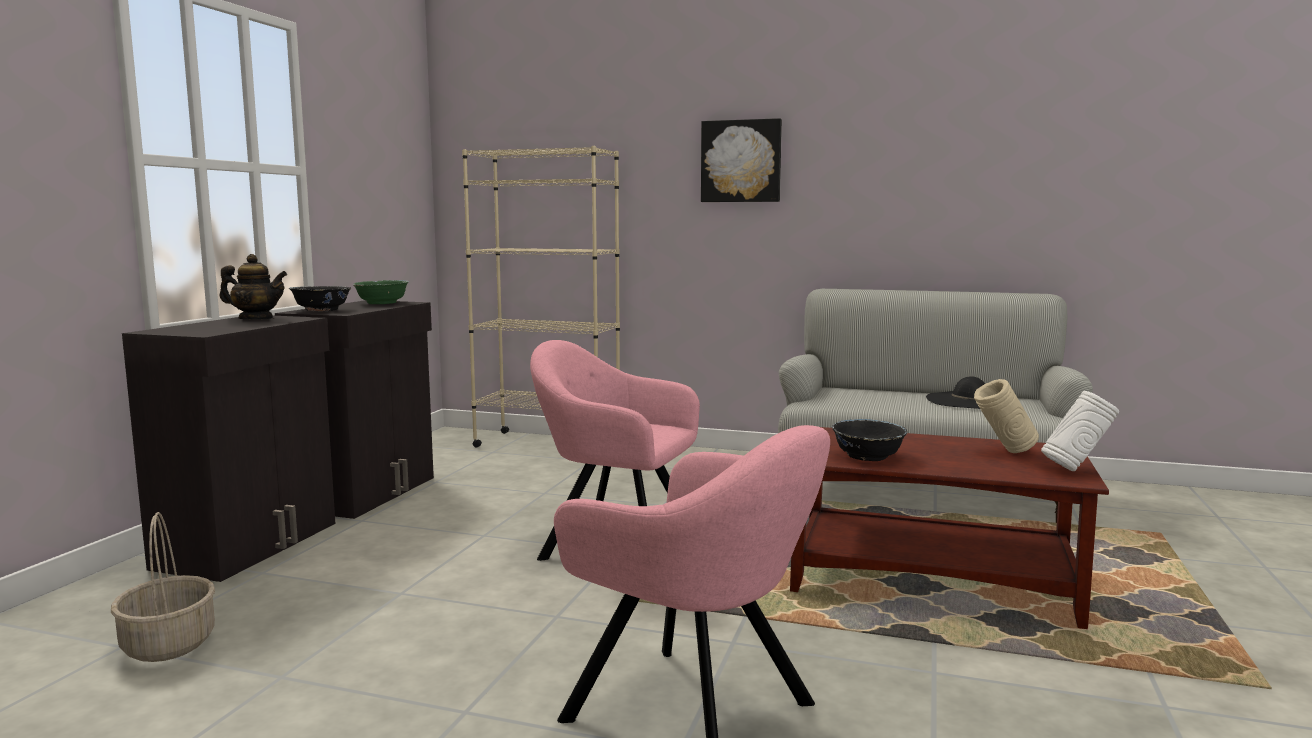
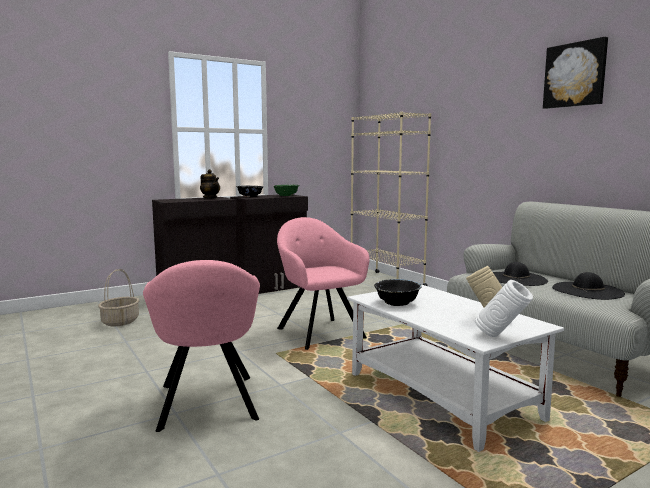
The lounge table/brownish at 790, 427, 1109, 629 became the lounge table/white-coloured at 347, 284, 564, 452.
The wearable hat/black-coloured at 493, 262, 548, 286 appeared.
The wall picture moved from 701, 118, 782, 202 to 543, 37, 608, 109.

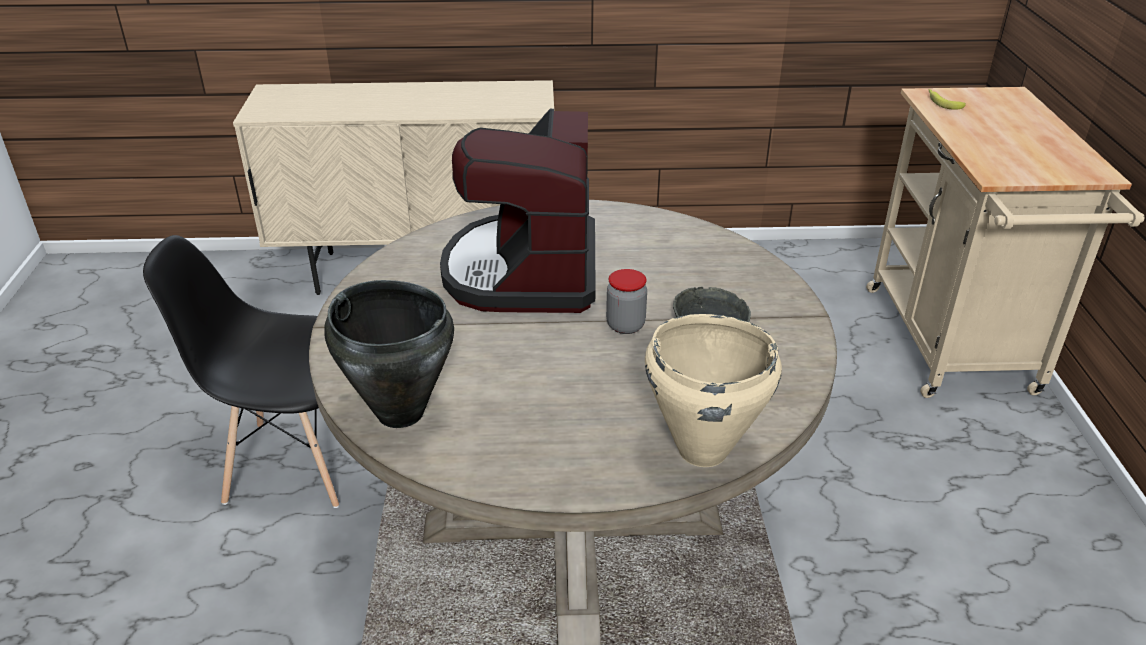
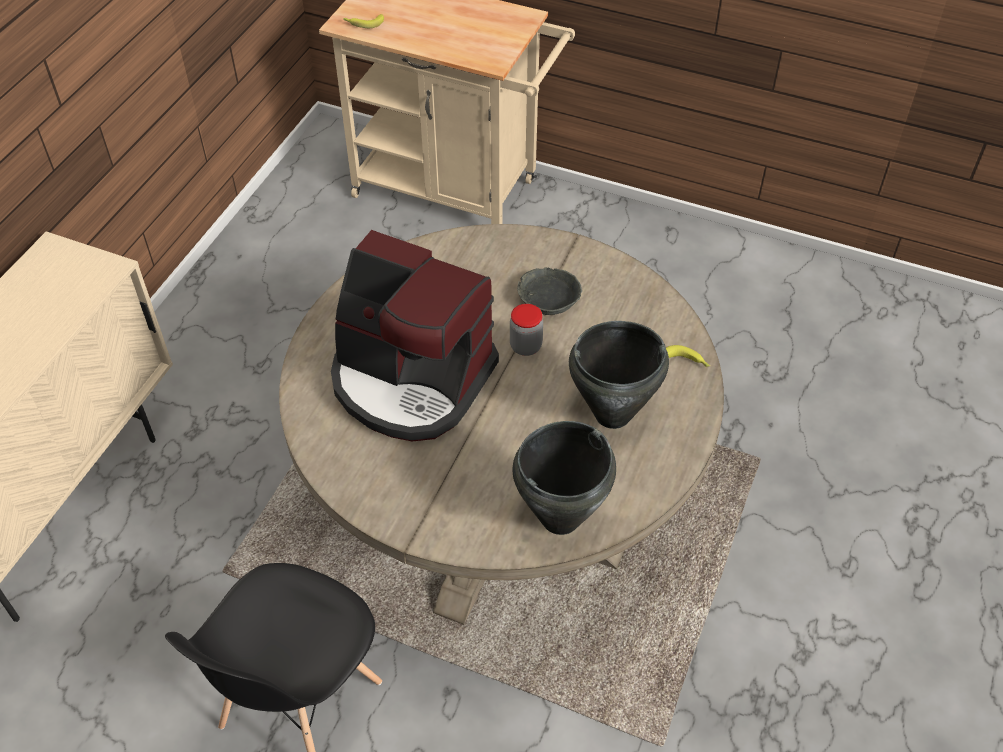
The stockpot/black-coloured at 569, 321, 669, 429 appeared.
The stockpot/beige-coloured at 645, 314, 782, 467 was replaced by the banana fruit at 666, 345, 710, 367.

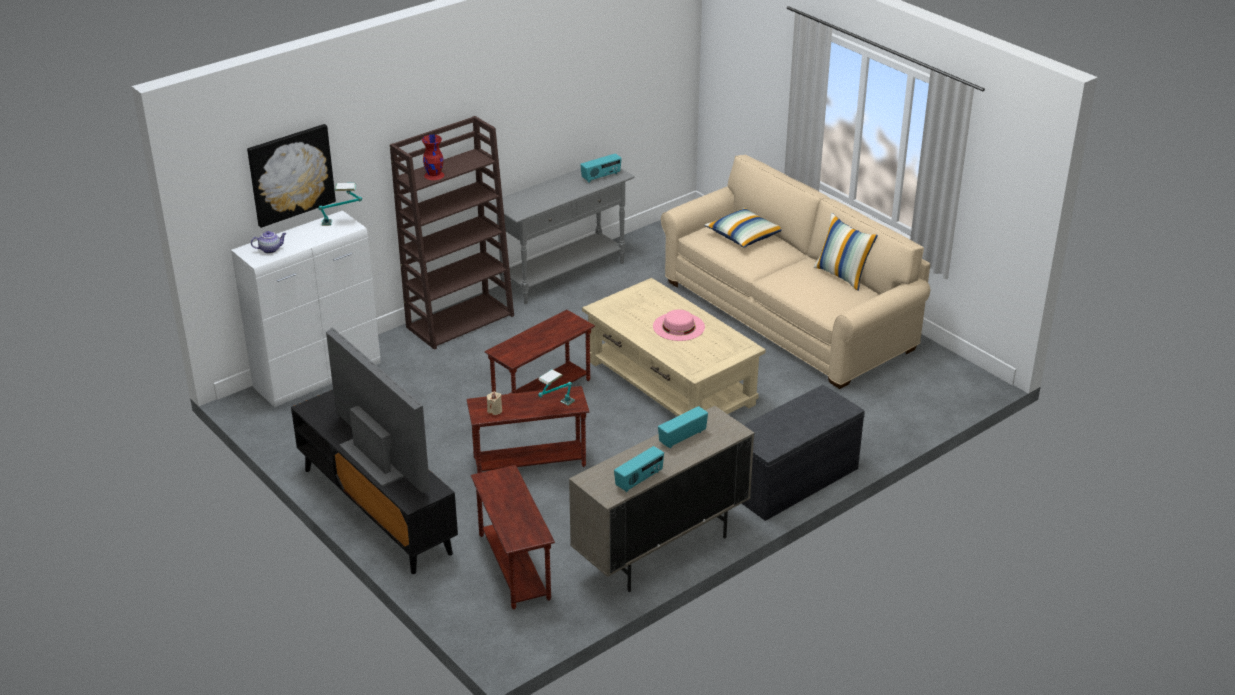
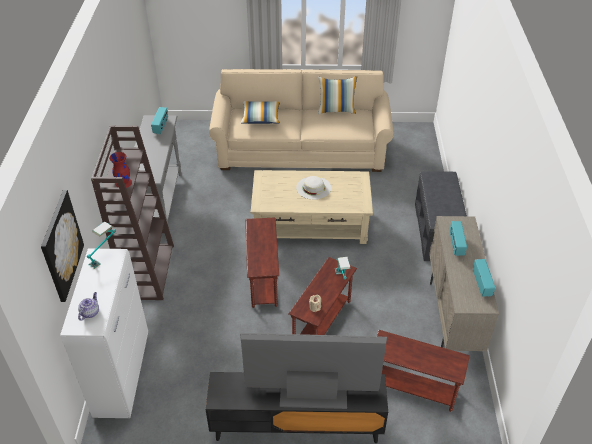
The wearable hat/pink at 653, 310, 705, 341 became the wearable hat/white-coloured at 296, 176, 332, 200.

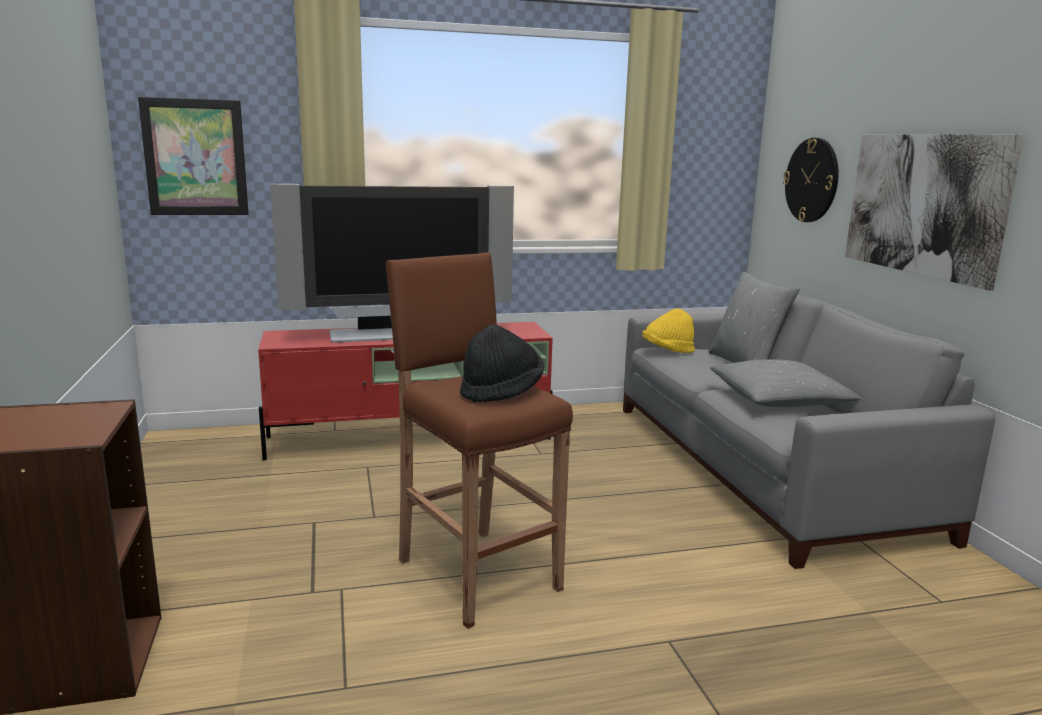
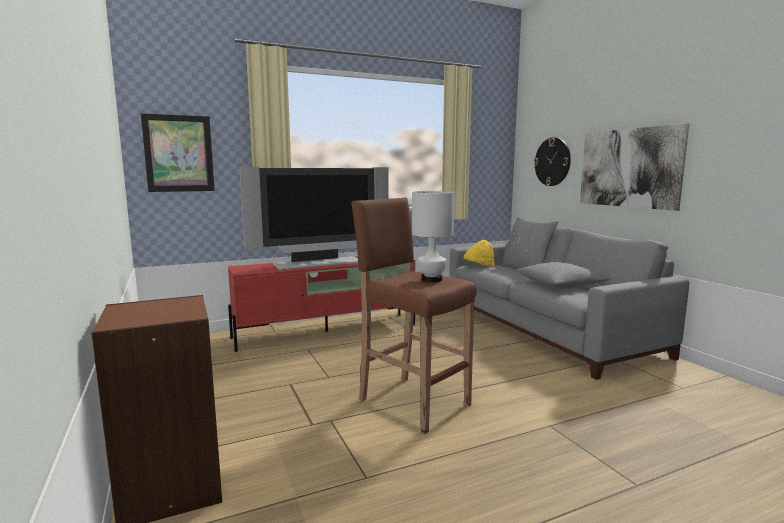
The wearable hat/black-coloured at 460, 324, 544, 403 was replaced by the table lamp/white-coloured at 412, 191, 455, 282.

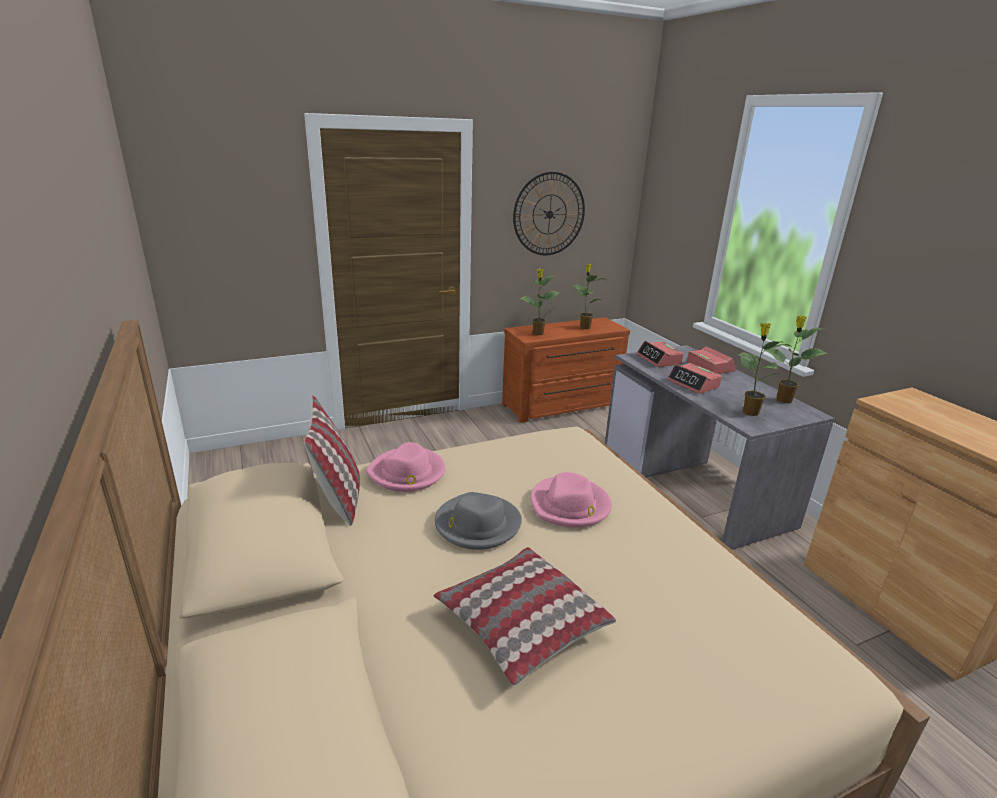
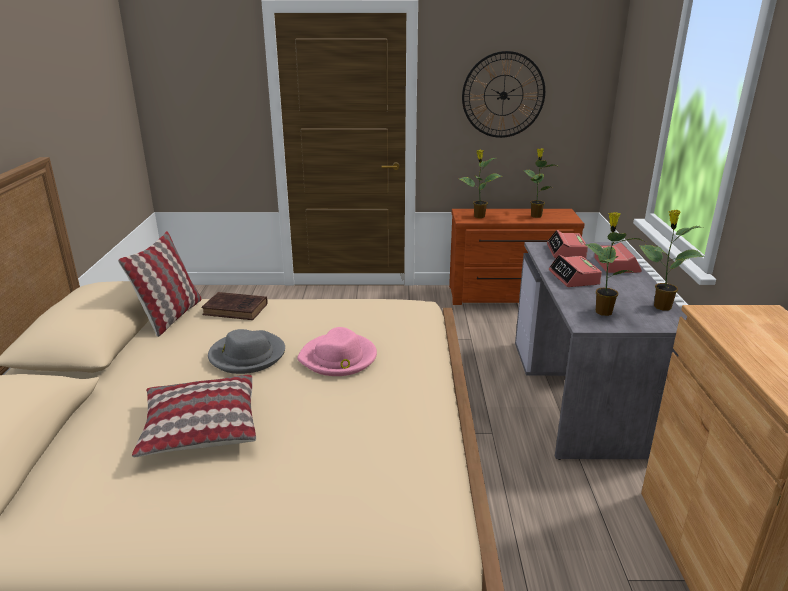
The wearable hat/pink at 366, 442, 445, 492 was replaced by the book/brownish at 201, 292, 268, 320.

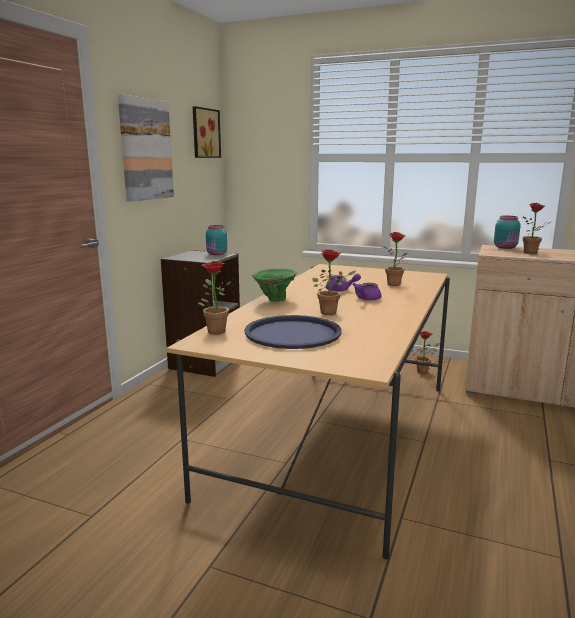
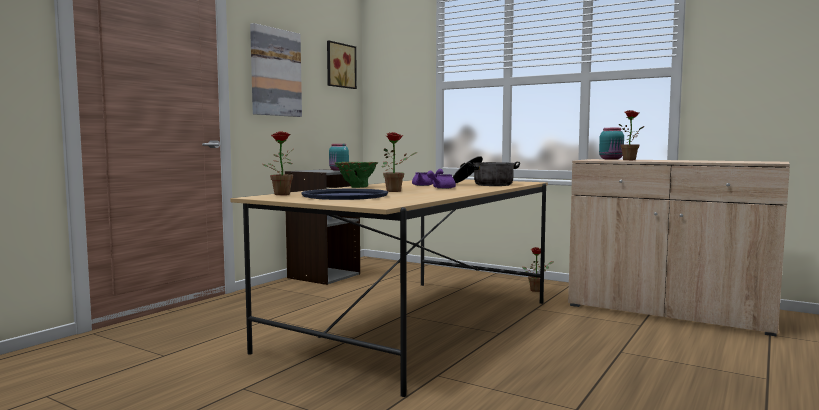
The plant in a pot at 385, 232, 407, 286 was replaced by the stockpot at 453, 156, 520, 186.

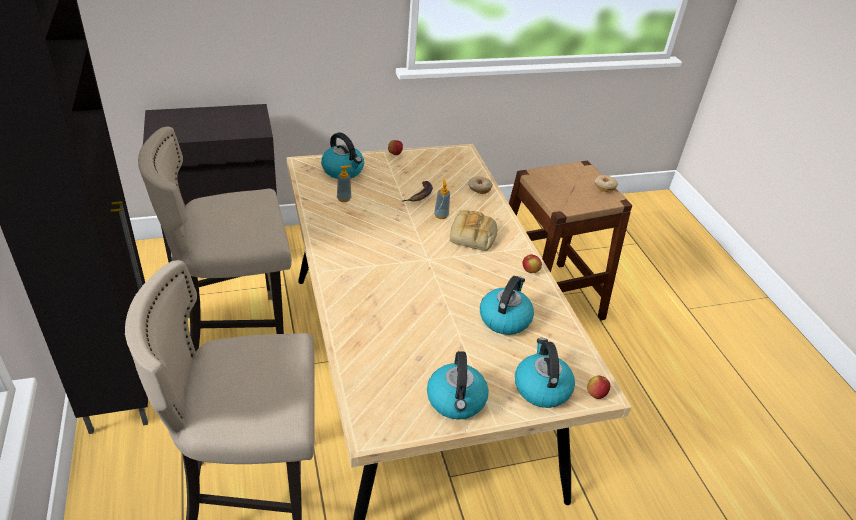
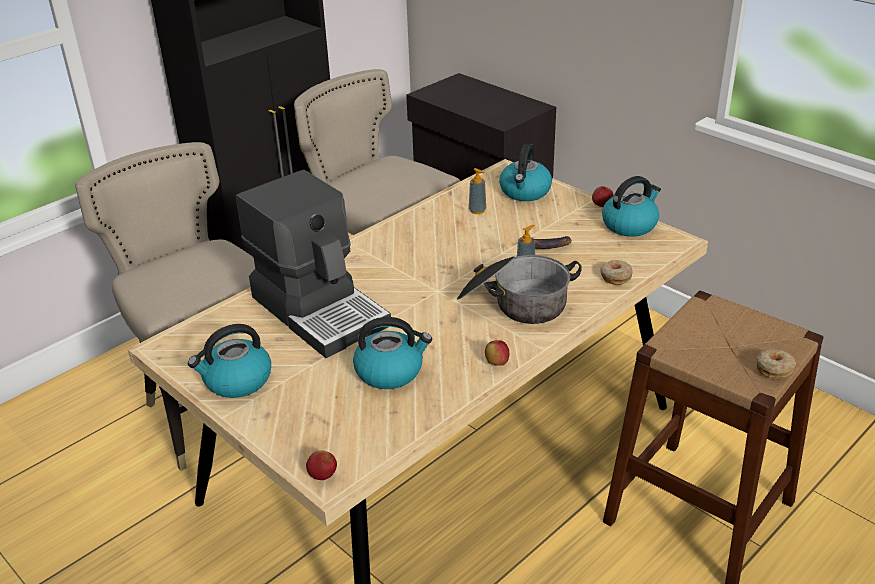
The coffee machine at 236, 170, 391, 358 appeared.
The bakery bread at 450, 210, 497, 251 was replaced by the stockpot at 457, 255, 582, 324.
The tea kettle moved from 515, 338, 575, 408 to 602, 176, 661, 237.

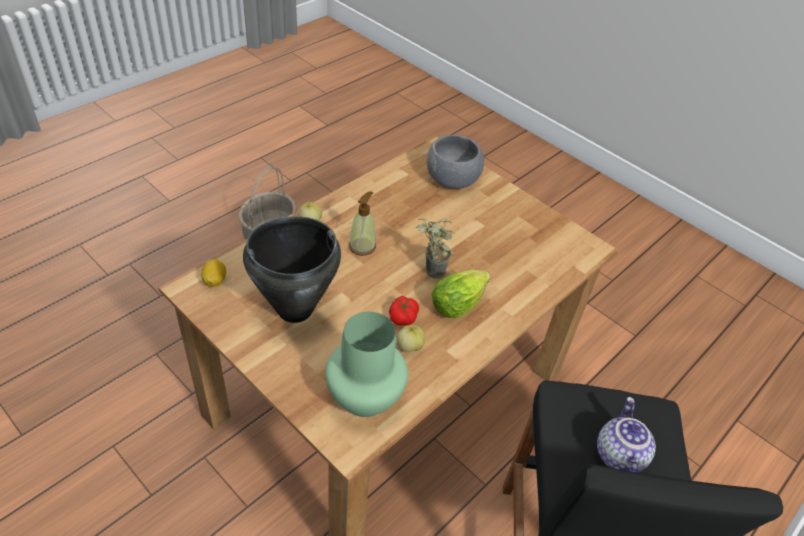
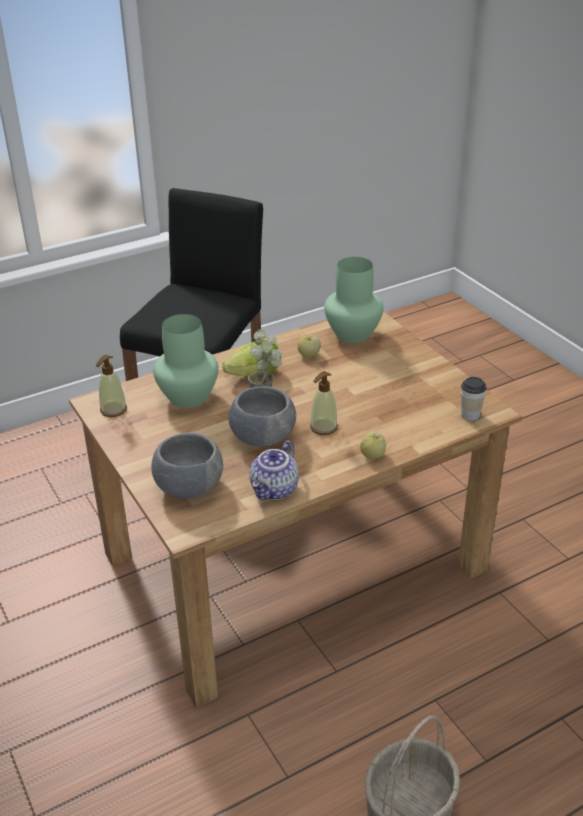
The soap dispenser at 96, 355, 127, 417 appeared.
The decorative vase/greenish at 153, 314, 219, 408 appeared.
The bowl/grey at 228, 386, 296, 446 appeared.
The teapot moved from 597, 397, 656, 472 to 250, 440, 299, 500.
The lemon at 201, 259, 226, 287 was replaced by the cup at 461, 377, 487, 421.
The stockpot/black-coloured at 243, 216, 341, 323 disappeared.
The fresh tomato at 389, 296, 419, 326 disappeared.

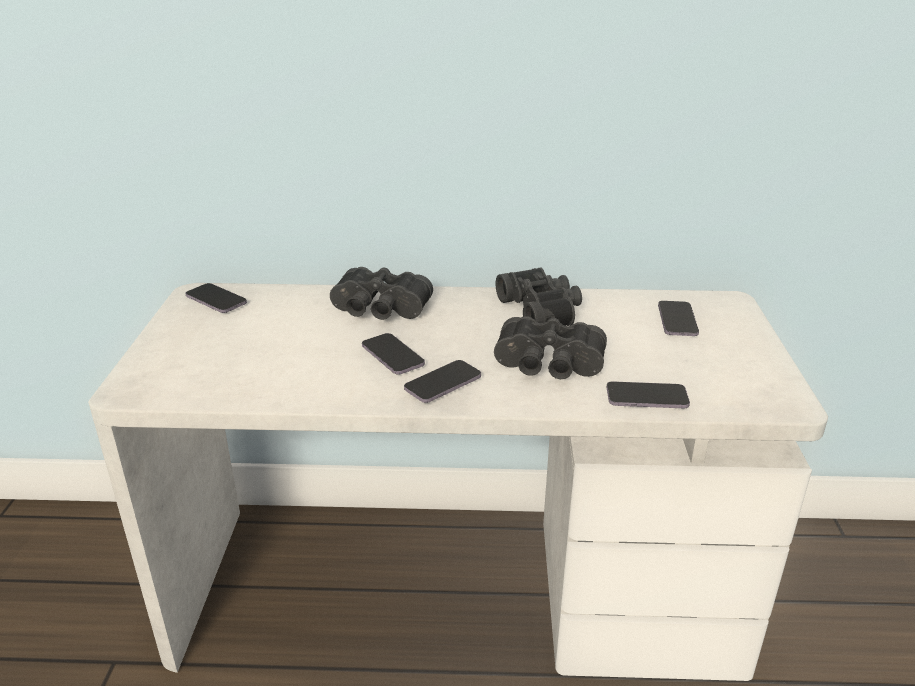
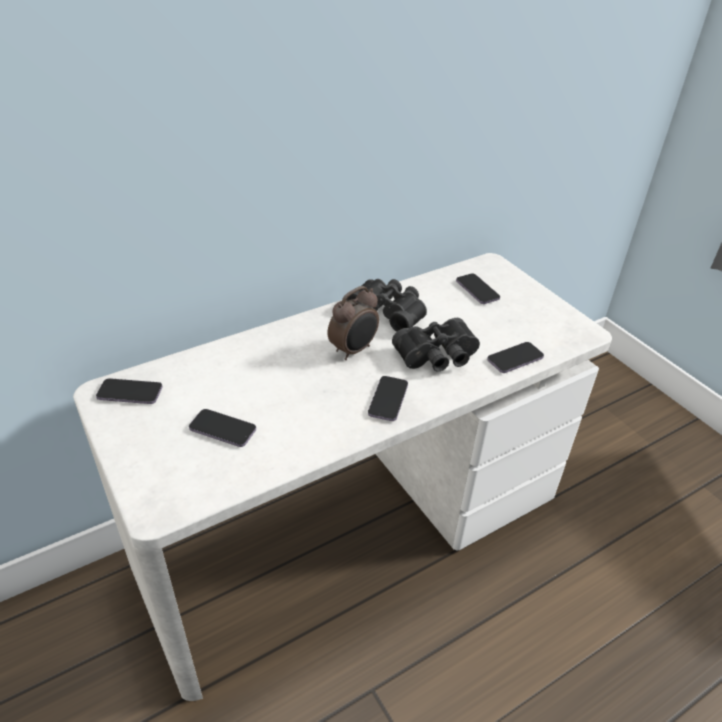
The handset moved from 362, 333, 425, 375 to 189, 409, 256, 447.
The table clock at 328, 286, 379, 360 appeared.
The field glasses/black-coloured at 330, 267, 433, 320 disappeared.

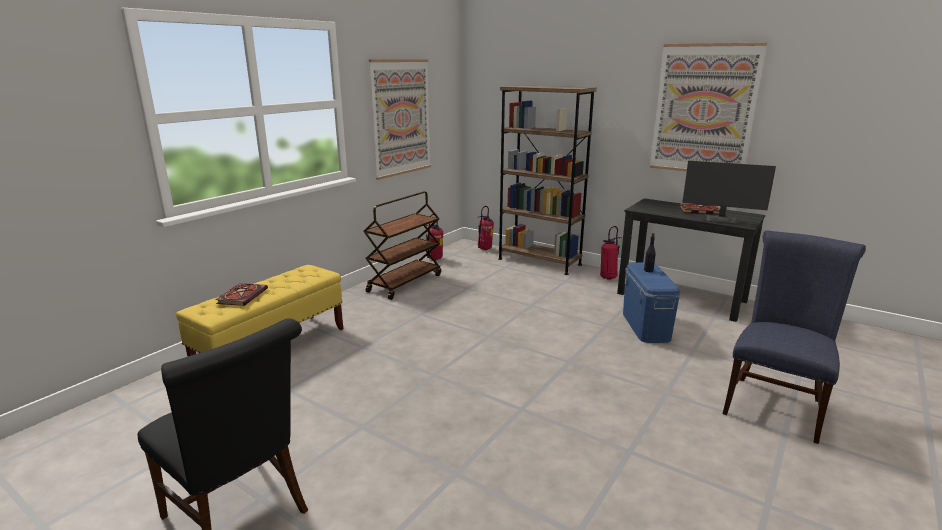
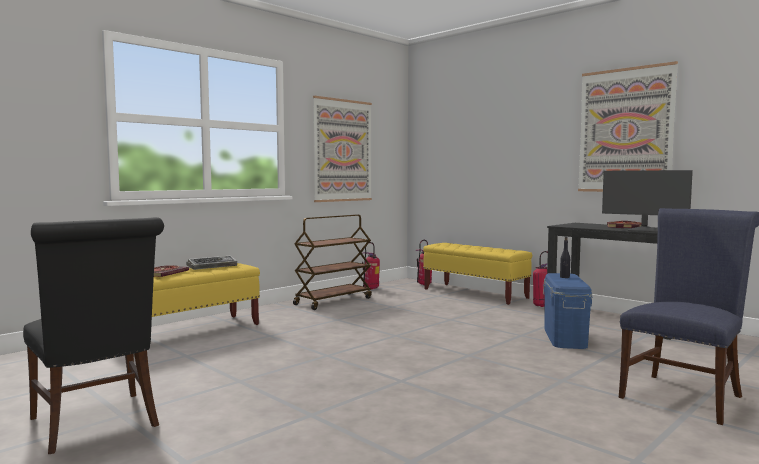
The computer keyboard at 186, 255, 237, 270 appeared.
The bookcase/brownish at 498, 85, 597, 275 was replaced by the long seat/yellow-coloured at 423, 243, 532, 305.

